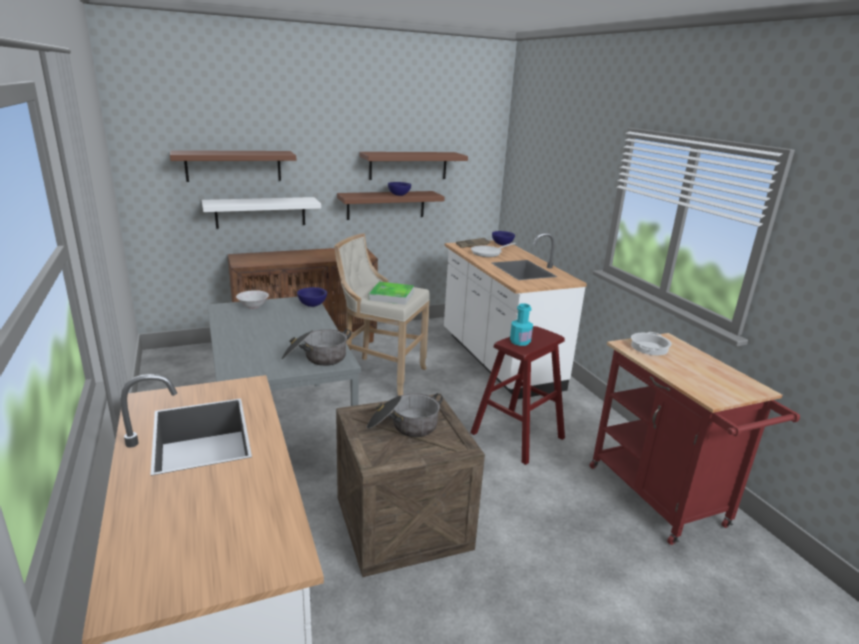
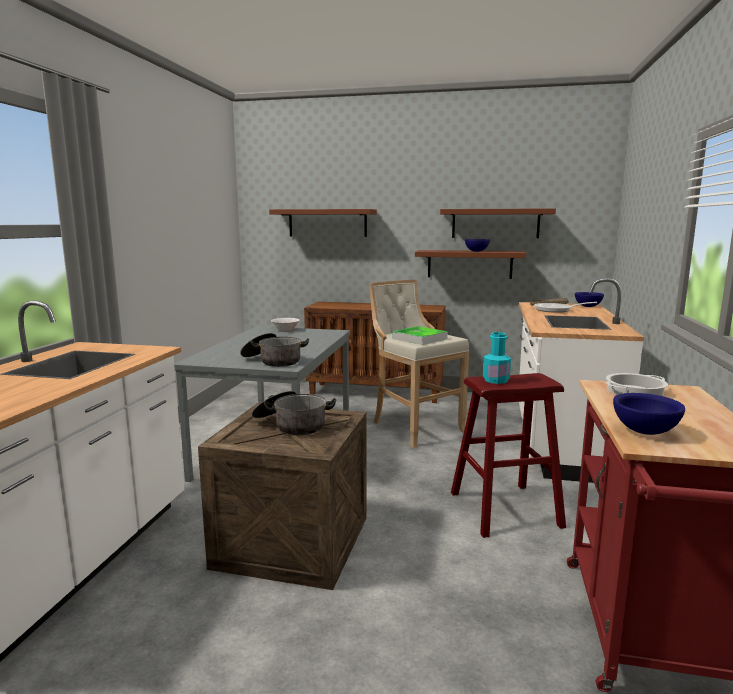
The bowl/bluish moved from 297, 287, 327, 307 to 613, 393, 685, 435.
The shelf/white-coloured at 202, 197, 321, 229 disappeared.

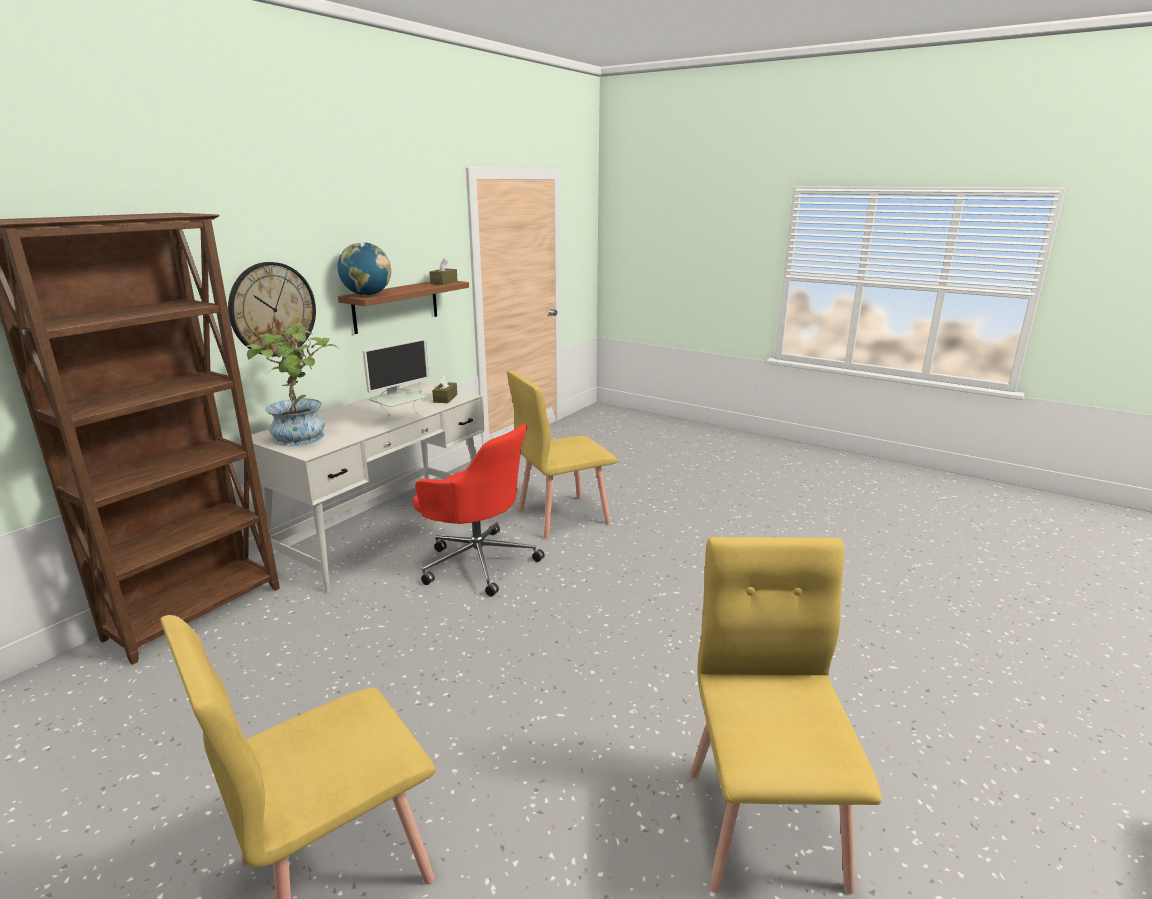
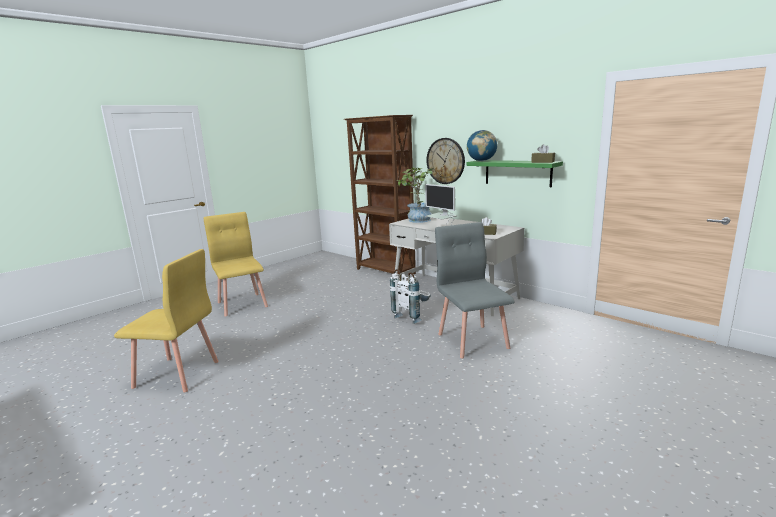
The desk chair/red at 413, 424, 545, 597 was replaced by the backpack/white-coloured at 390, 269, 431, 324.
The chair/yellow-coloured at 507, 370, 618, 539 became the chair/grey at 435, 222, 515, 359.
The shelf/brownish at 338, 281, 469, 334 became the shelf/greenish at 467, 160, 563, 187.

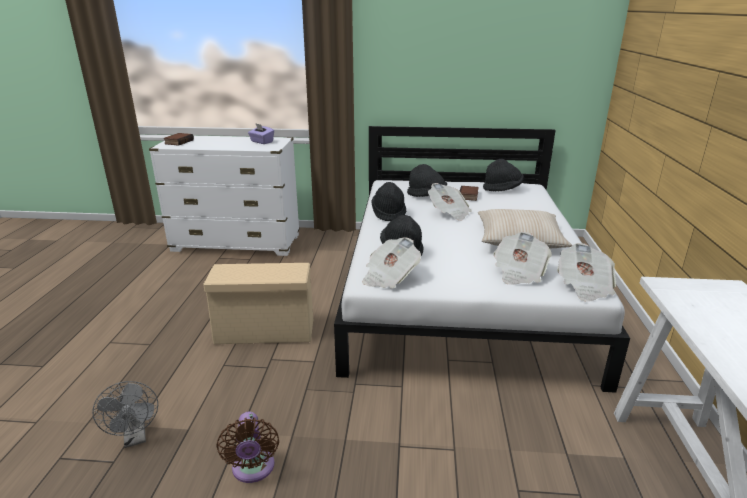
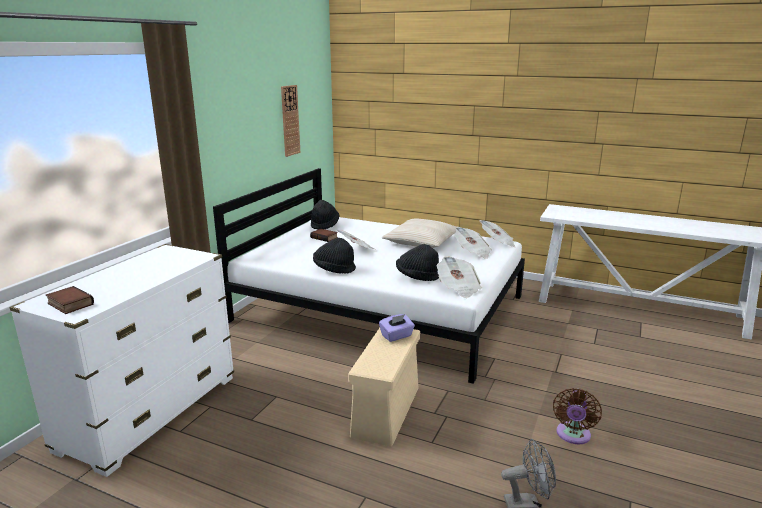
The hanging clock at 281, 85, 300, 157 appeared.
The tissue box/purple-coloured moved from 248, 123, 274, 144 to 379, 314, 415, 342.
The electric fan/brownish at 216, 412, 279, 483 turned 105 degrees clockwise.
The wearable hat/black-coloured at 407, 164, 447, 197 disappeared.

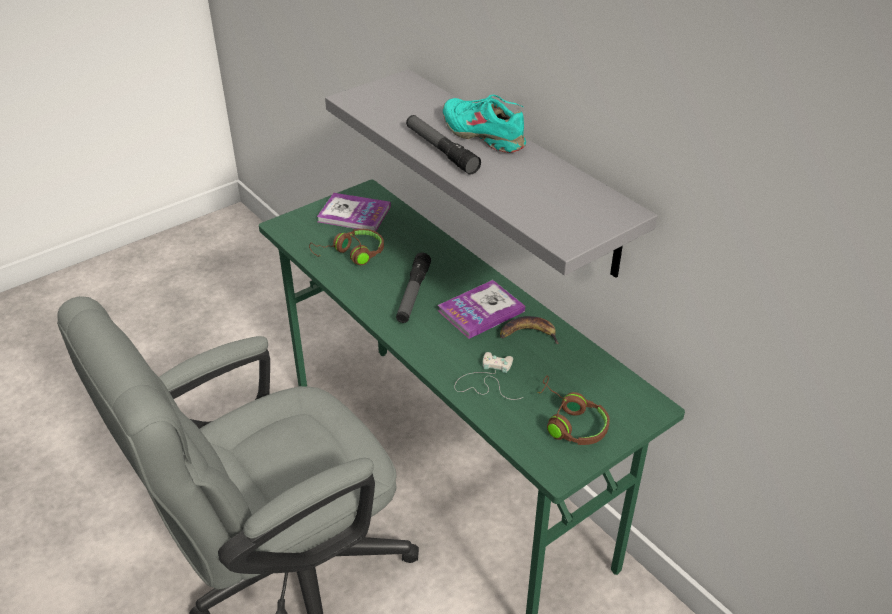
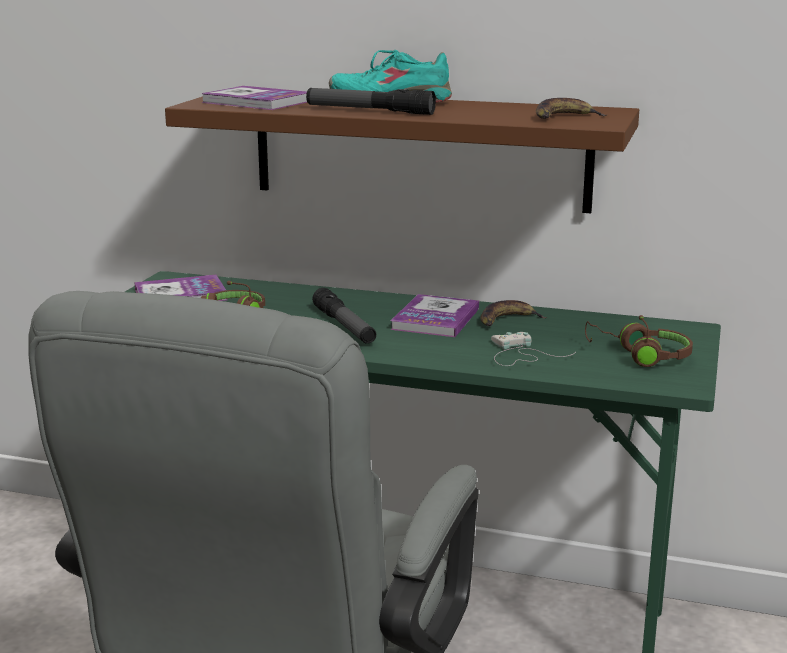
The shelf/grey at 325, 69, 657, 278 became the shelf/brownish at 165, 96, 639, 213.
The book at 201, 86, 307, 110 appeared.
The banana fruit at 536, 98, 608, 119 appeared.

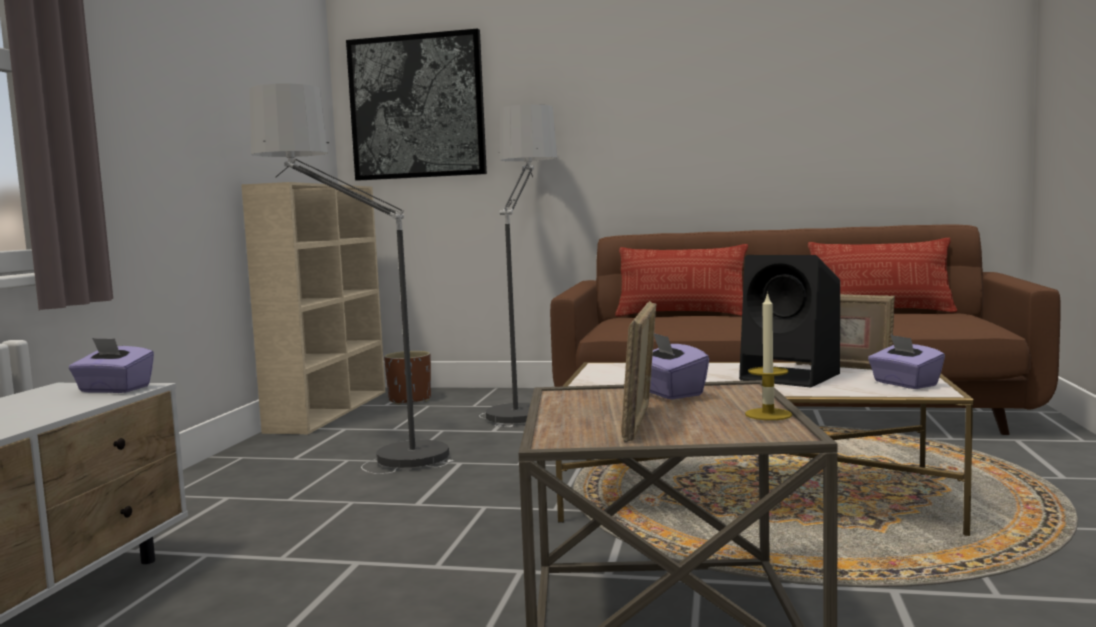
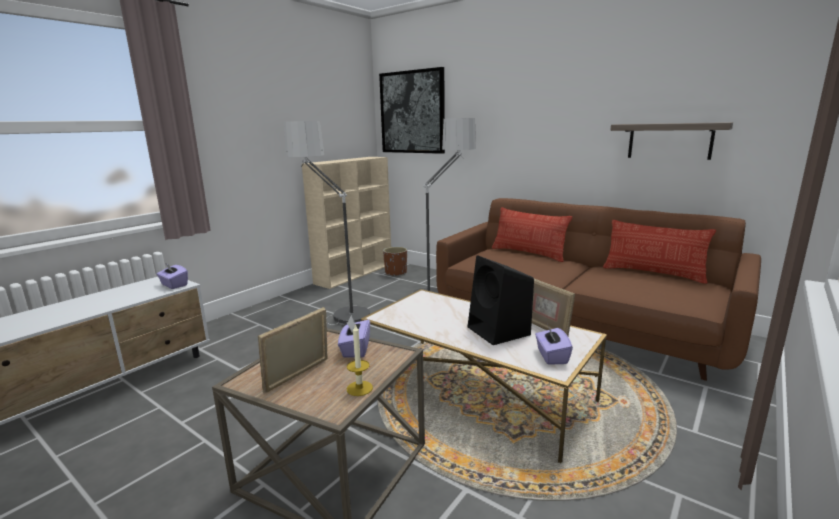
The shelf at 610, 122, 733, 160 appeared.

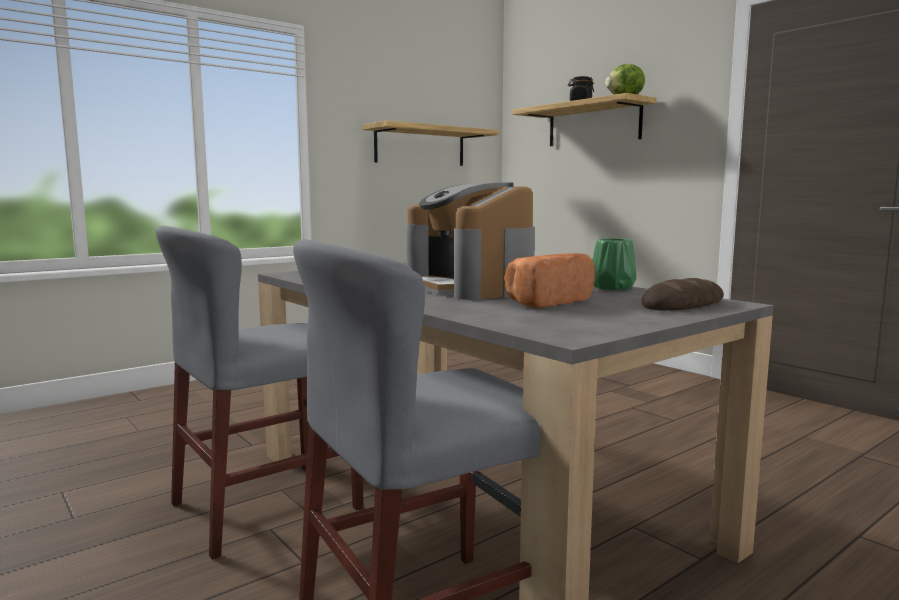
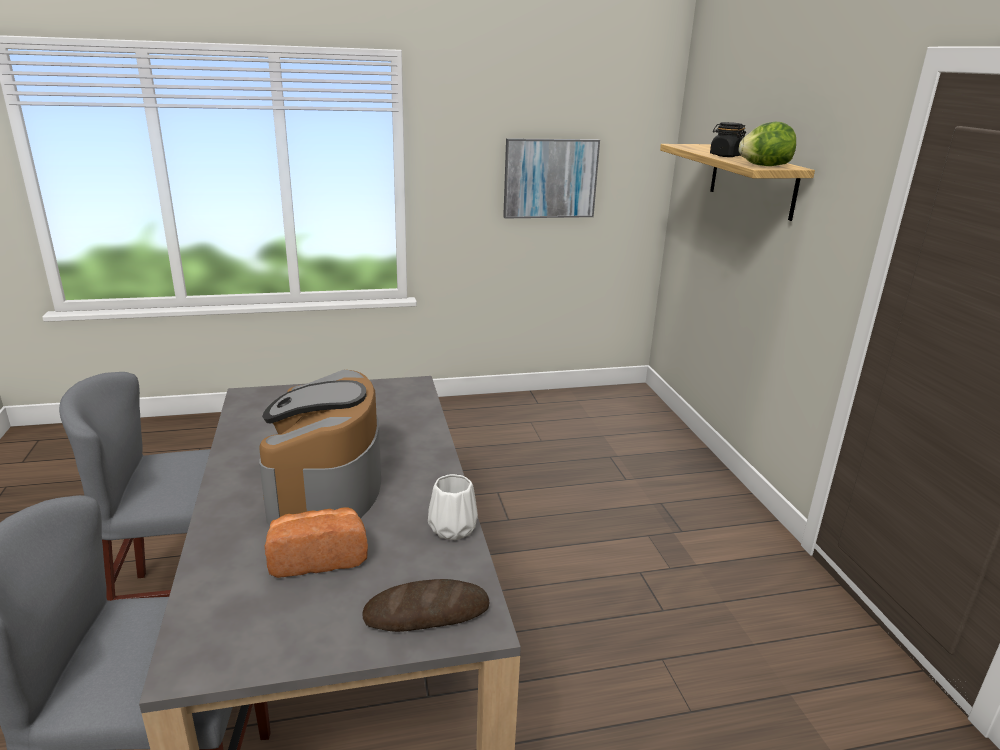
The decorative vase/greenish at 593, 239, 636, 290 became the decorative vase/white-coloured at 428, 474, 478, 540.
The shelf at 362, 120, 499, 166 was replaced by the wall picture at 503, 138, 600, 219.

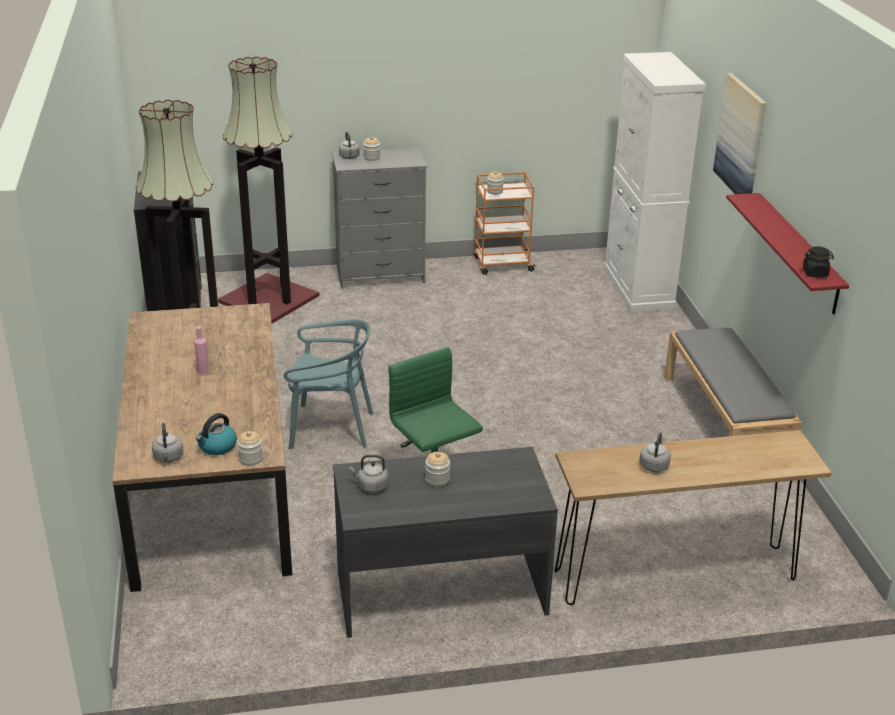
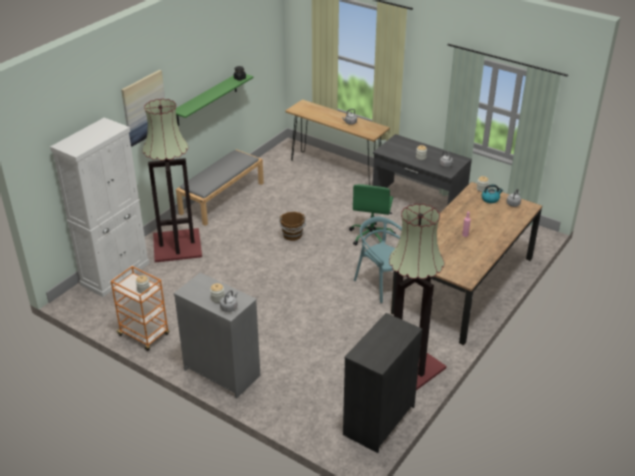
The standing lamp moved from 218, 57, 319, 324 to 142, 99, 202, 262.
The shelf/red at 726, 193, 849, 315 became the shelf/greenish at 176, 74, 254, 126.
The pail/brownish at 279, 212, 306, 241 appeared.

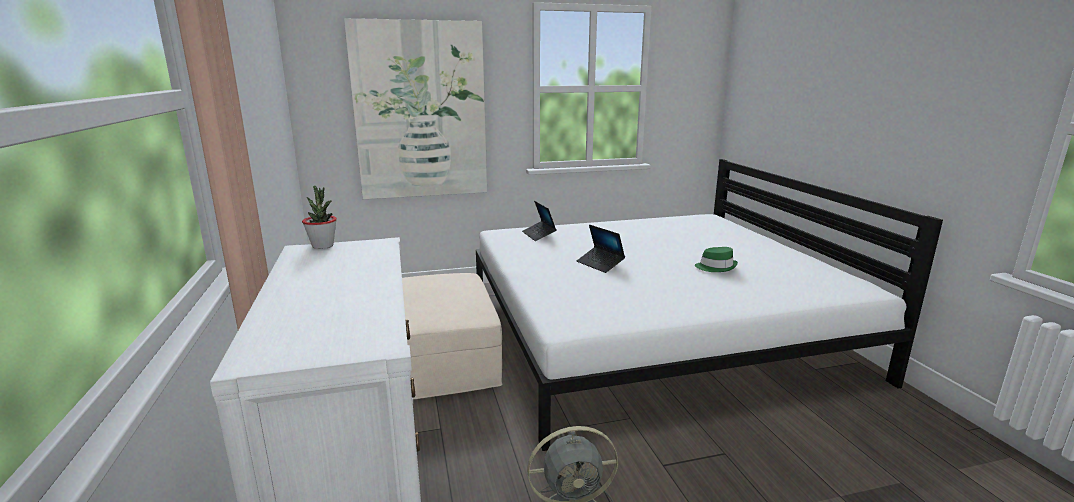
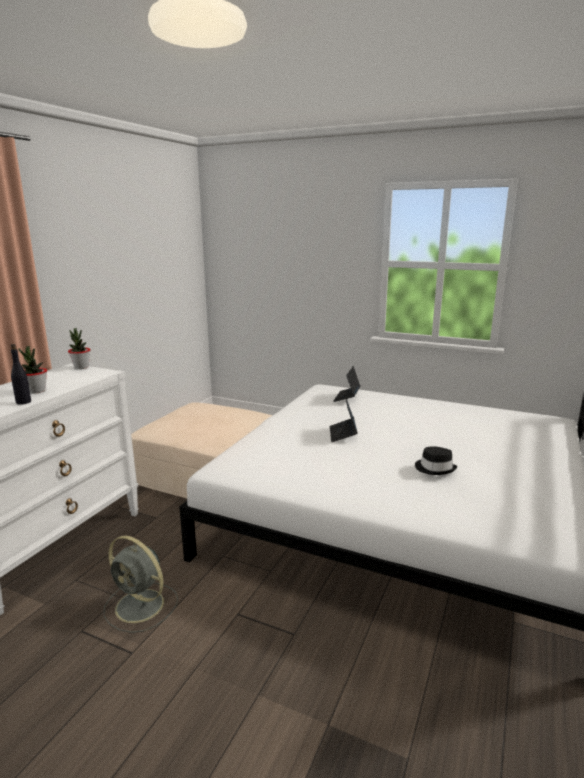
The beverage bottle/black-coloured at 11, 344, 31, 405 appeared.
The plant in a pot at 18, 346, 47, 394 appeared.
The wearable hat/greenish at 695, 247, 738, 272 became the wearable hat/black-coloured at 415, 446, 457, 475.
The wall picture at 344, 18, 487, 199 disappeared.

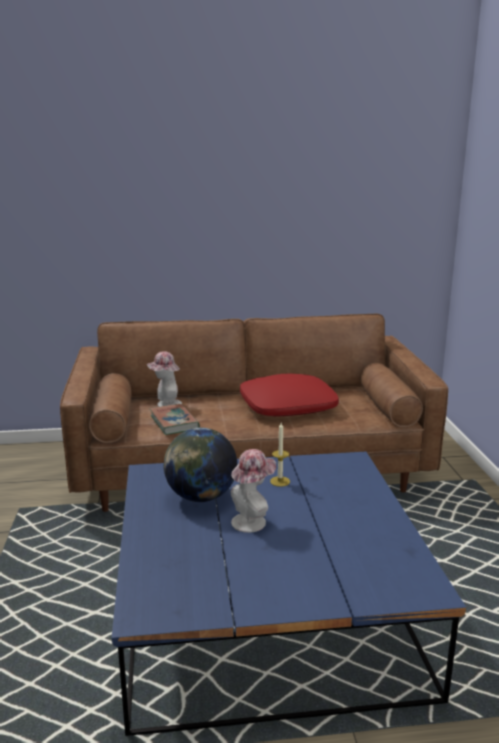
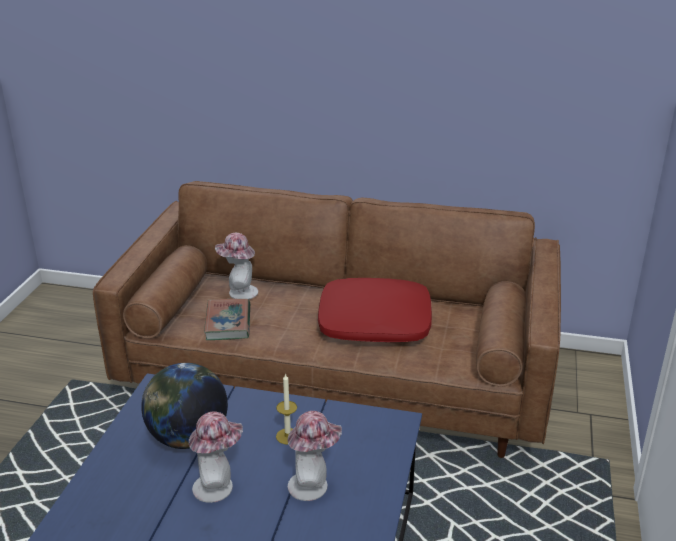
The wearable hat at 288, 411, 342, 501 appeared.

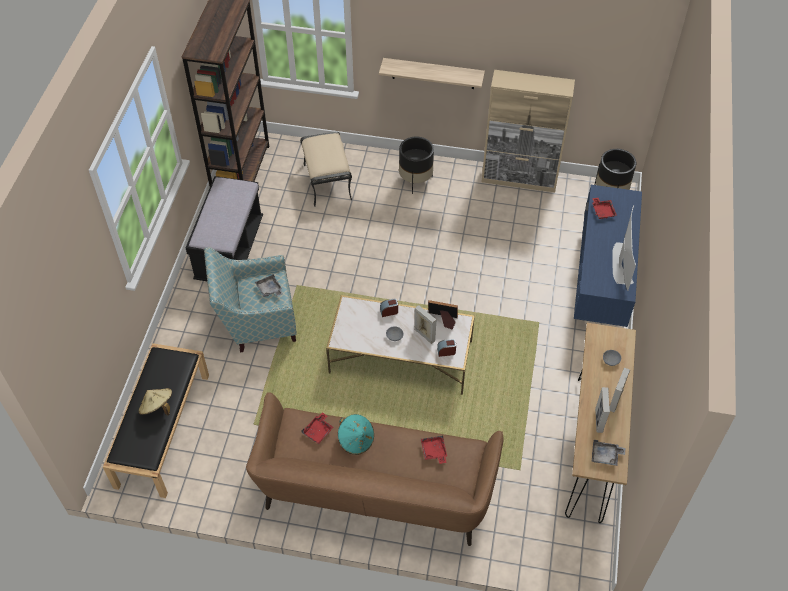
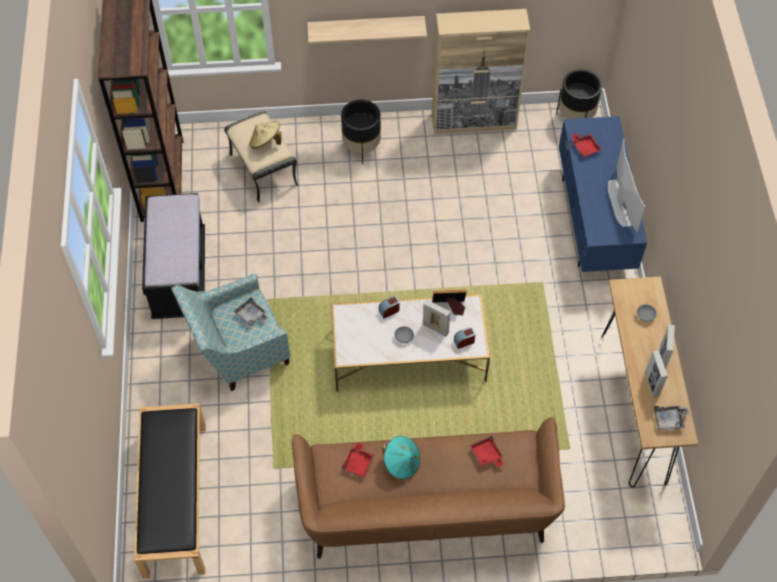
The wearable hat/beige-coloured moved from 138, 388, 172, 415 to 250, 122, 282, 149.

